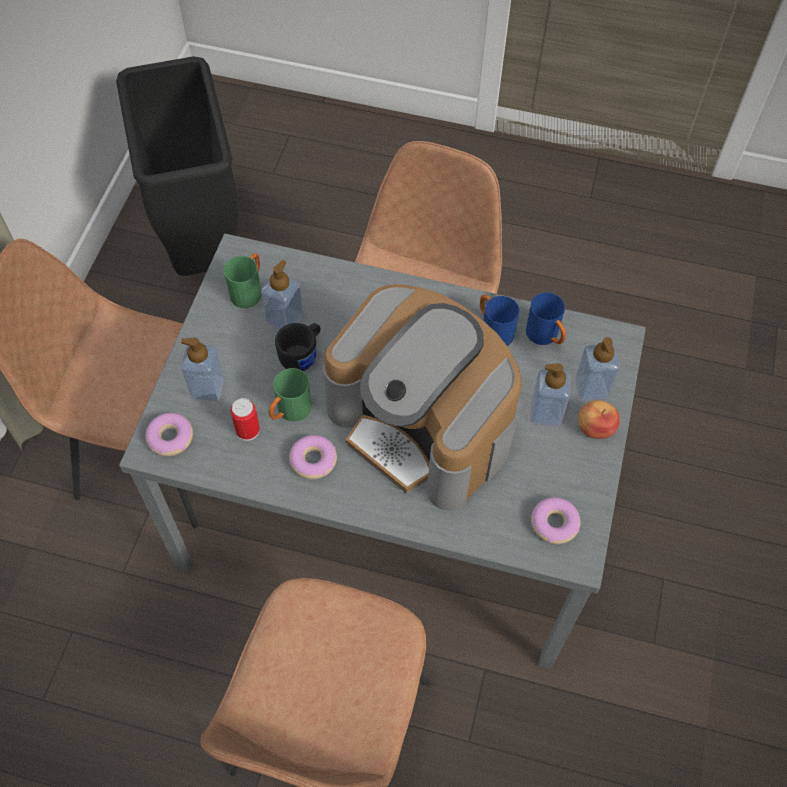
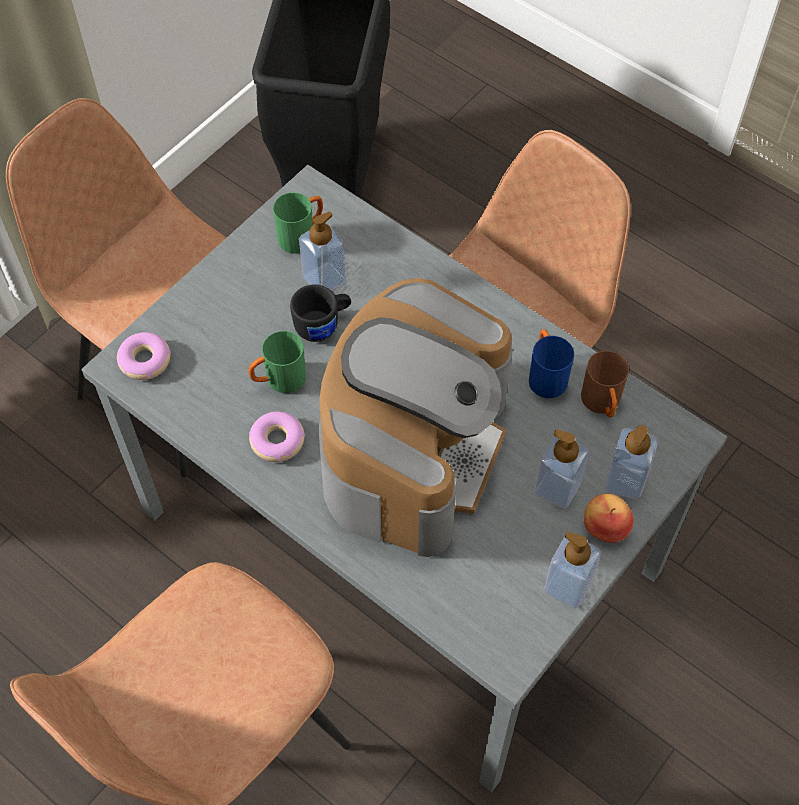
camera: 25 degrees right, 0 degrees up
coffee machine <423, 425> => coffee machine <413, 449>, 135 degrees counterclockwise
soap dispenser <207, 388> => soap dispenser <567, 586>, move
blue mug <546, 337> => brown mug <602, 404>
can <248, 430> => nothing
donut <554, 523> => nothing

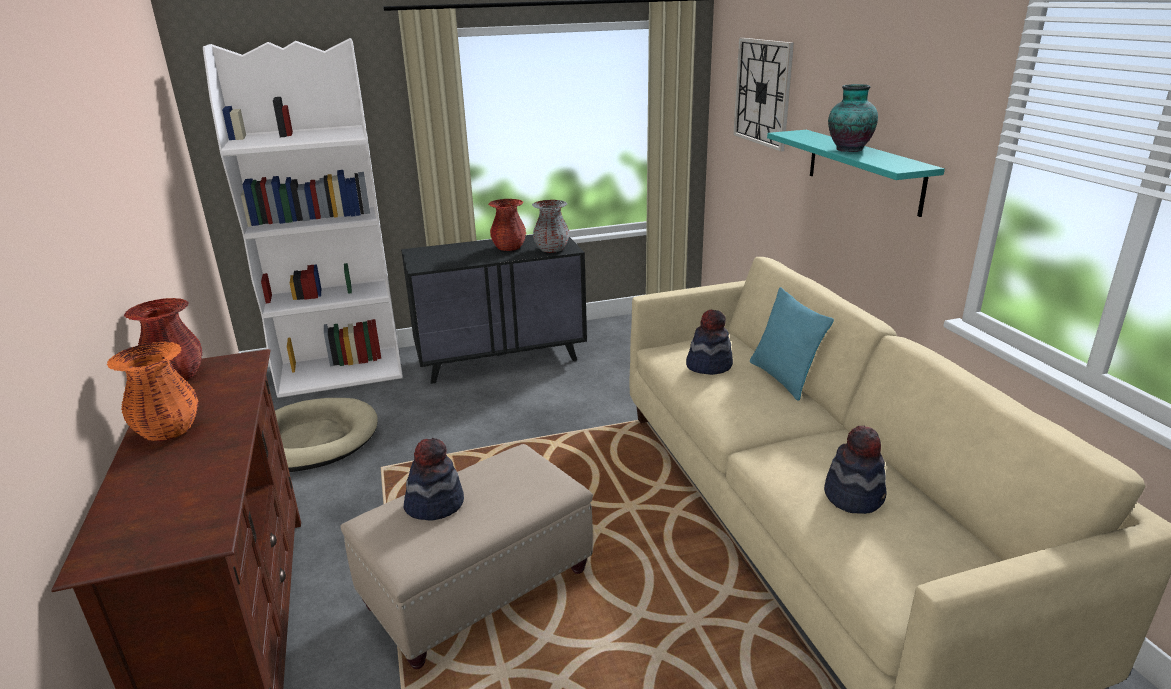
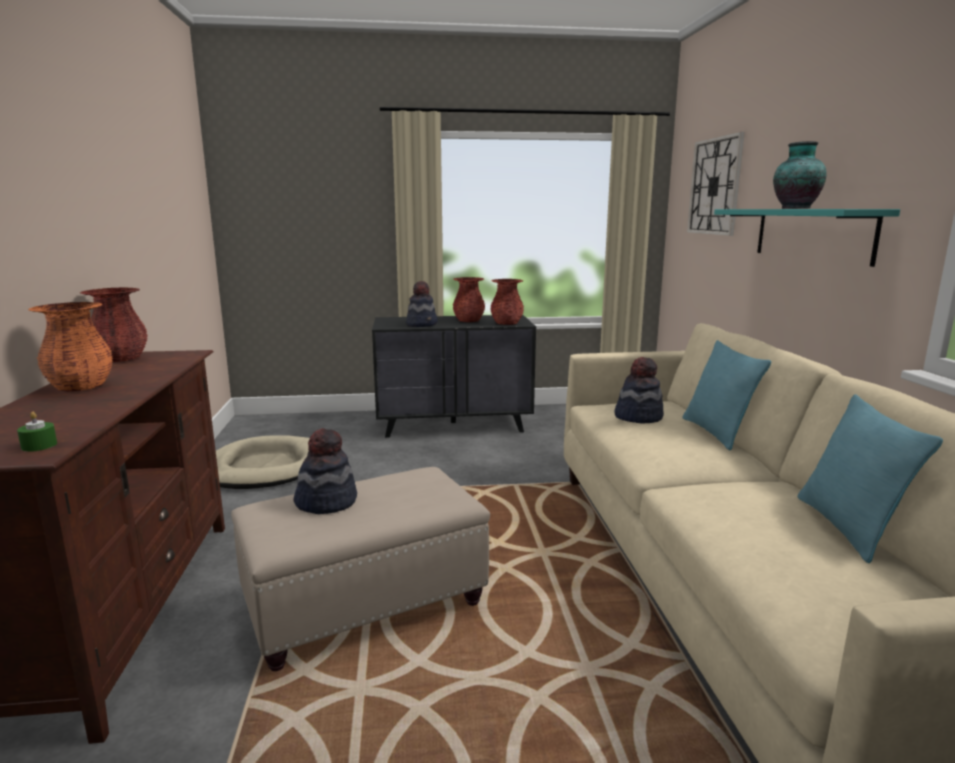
camera: 10 degrees right, 10 degrees down
nothing => green candle <39, 445>
hat <854, 496> => hat <422, 324>, move
grey vase <552, 249> => red vase <506, 323>
nothing => turquoise pillow <847, 528>
white bookcase <342, 372> => nothing

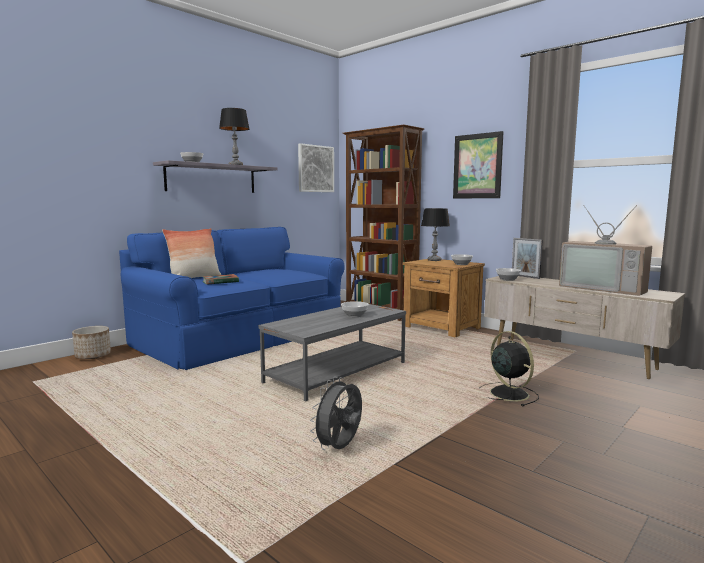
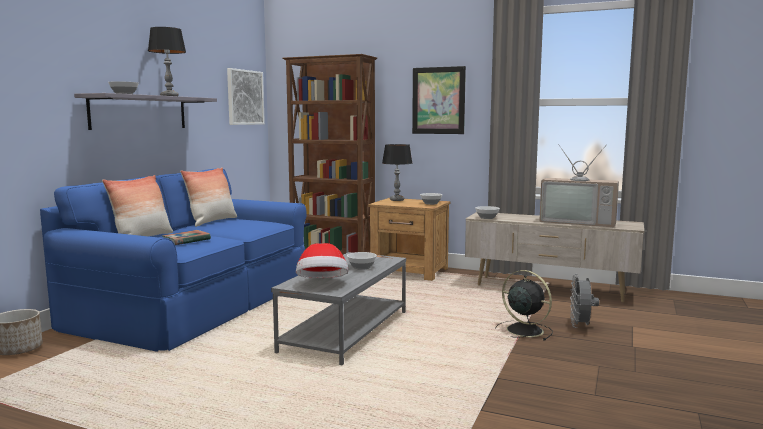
camera: 20 degrees left, 0 degrees up
nothing => pillow <212, 221>
nothing => hat <322, 283>
grey fan <340, 448> => grey fan <580, 326>, move
picture frame <525, 276> => nothing

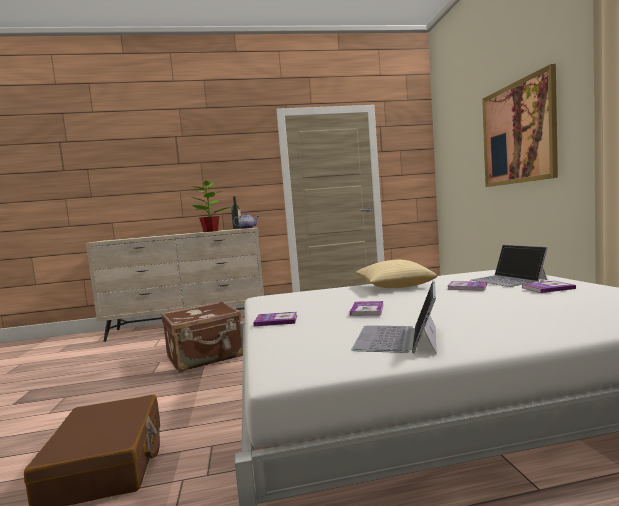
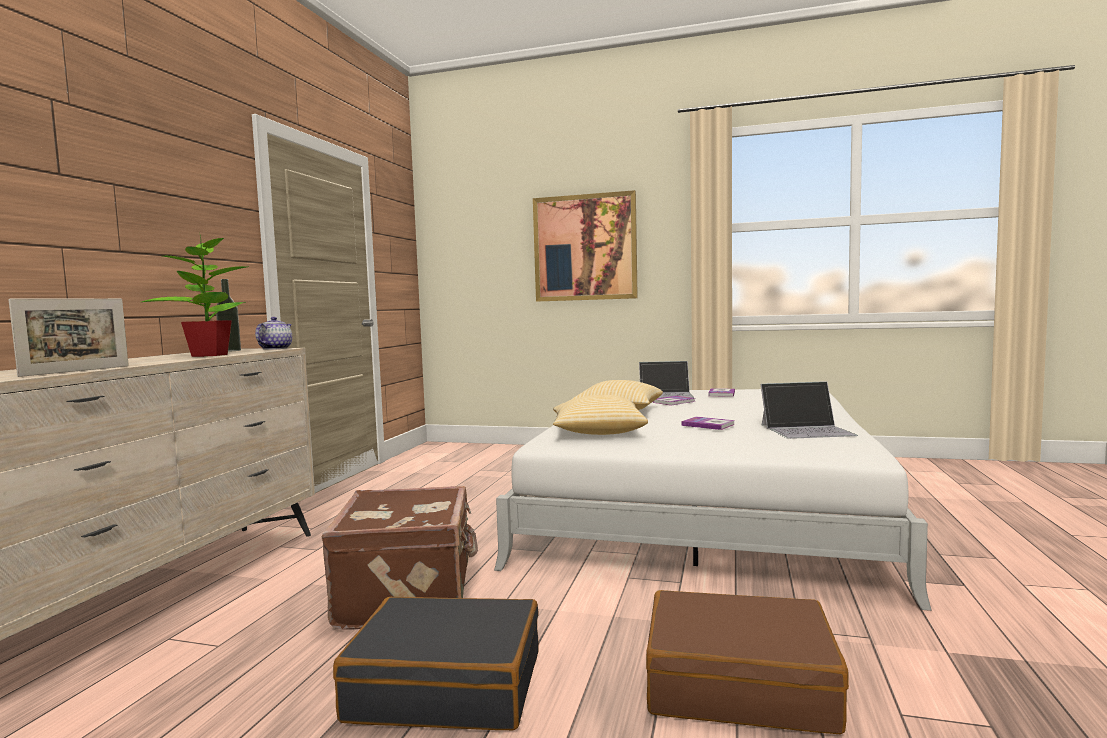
camera: 65 degrees left, 0 degrees up
nothing => picture frame <76, 371>
nothing => black suitcase <447, 685>
nothing => pillow <597, 433>
laptop <398, 338> => laptop <807, 430>, 45 degrees counterclockwise
book <276, 320> => nothing

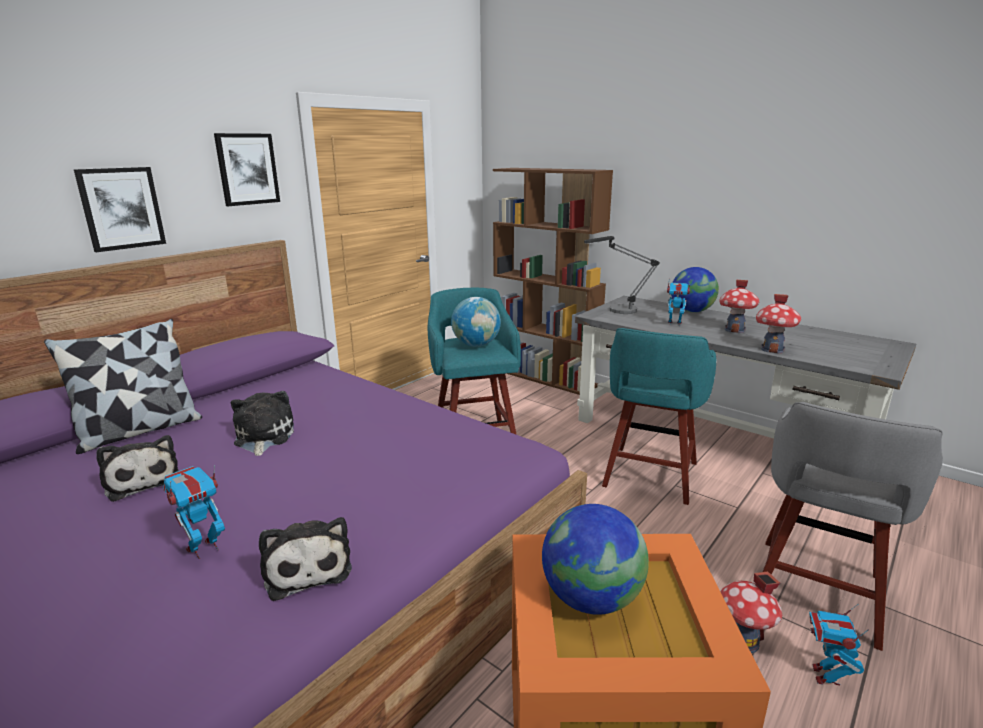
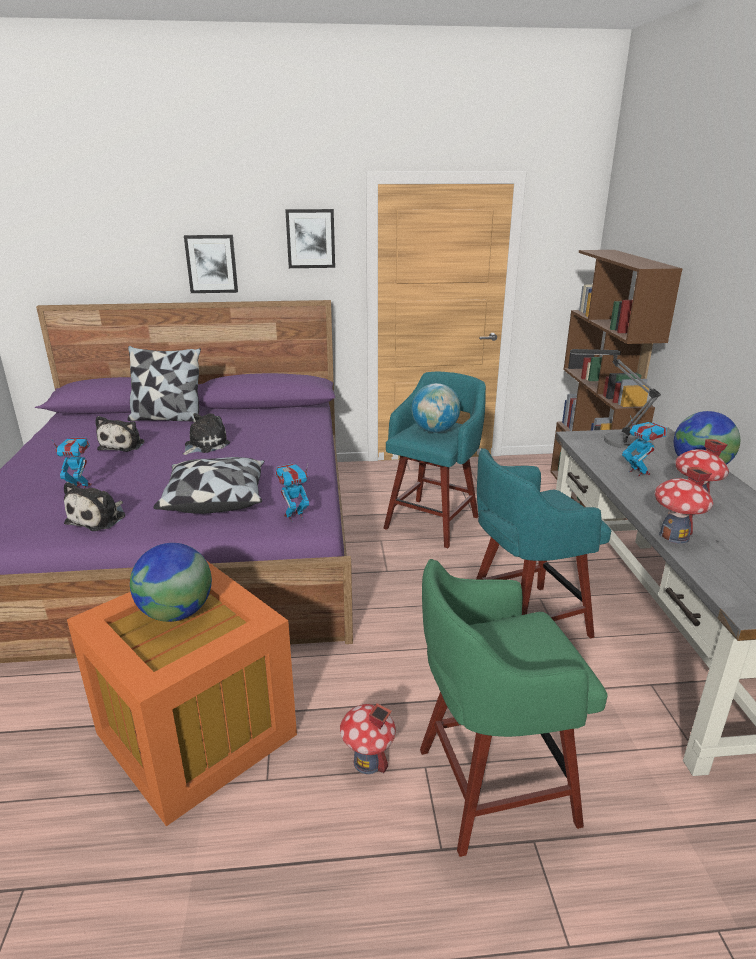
camera: 45 degrees right, 5 degrees up
nothing => pillow <215, 499>
toy robot <825, 676> => toy robot <294, 516>, move
grey stool <816, 593> => green stool <490, 787>

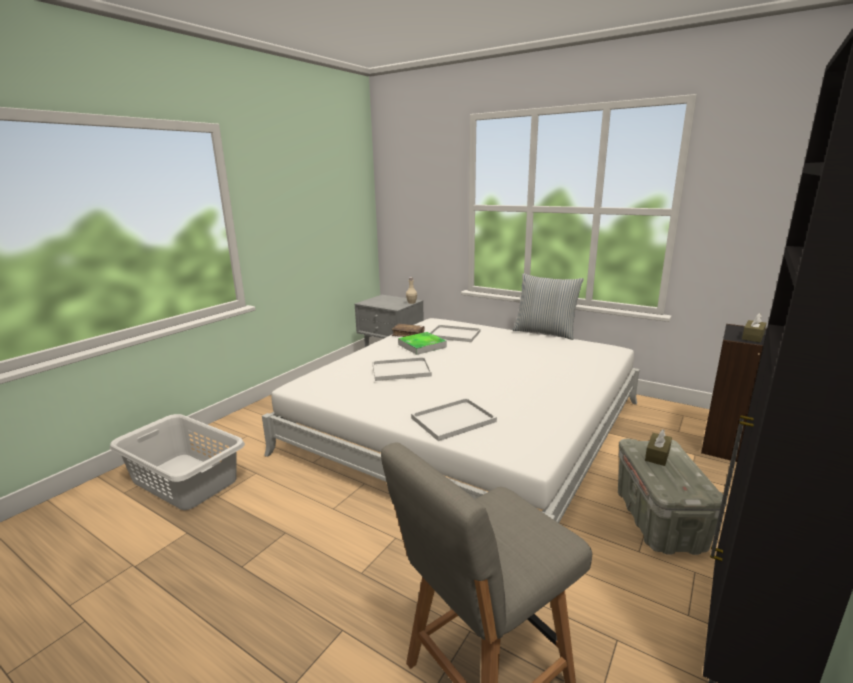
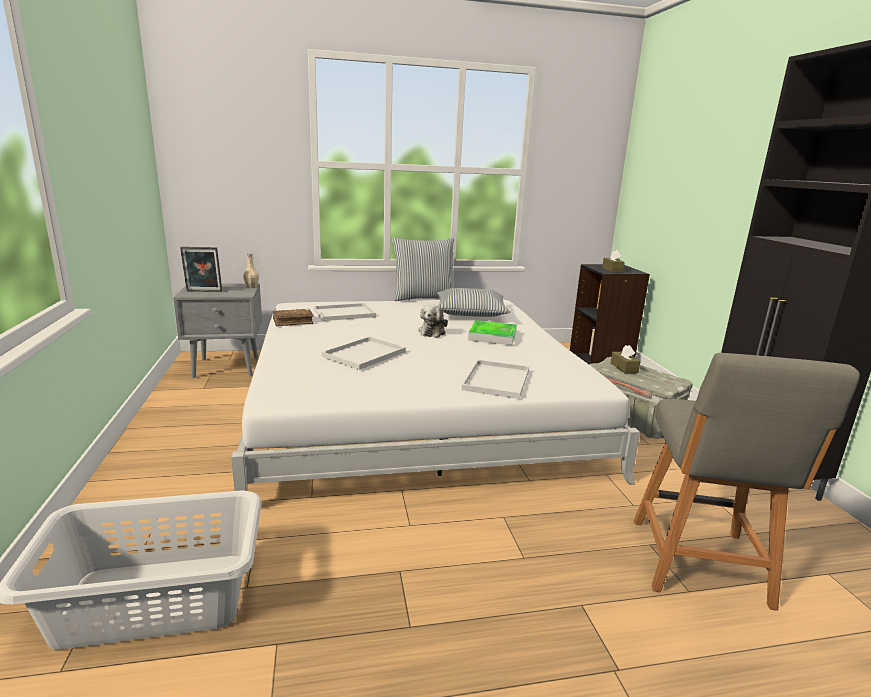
camera: 45 degrees left, 0 degrees up
nothing => picture frame <204, 291>
nothing => plush toy <432, 332>
nothing => pillow <470, 312>
tray <422, 346> => tray <492, 336>, move

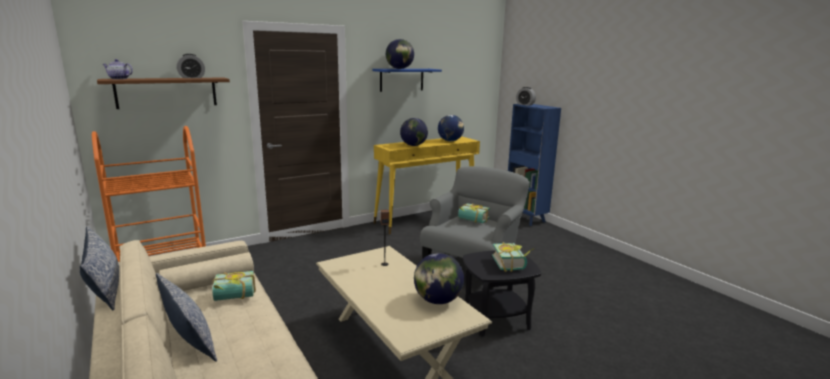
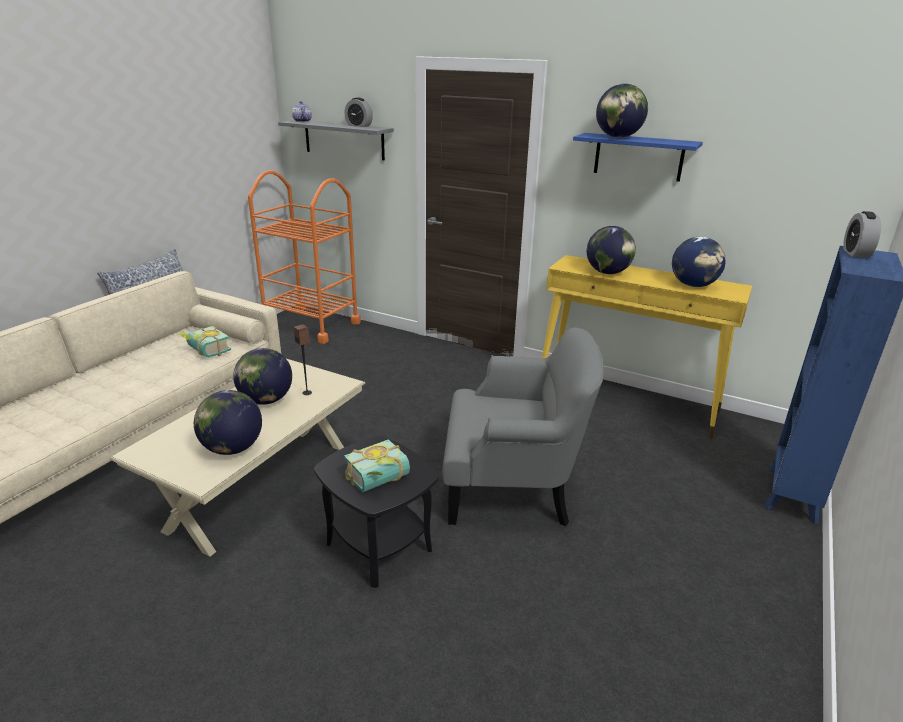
camera: 60 degrees right, 10 degrees up
nothing => globe <266, 400>
brown shelf <167, 92> => grey shelf <344, 139>
pillow <188, 336> => nothing
book <472, 221> => nothing

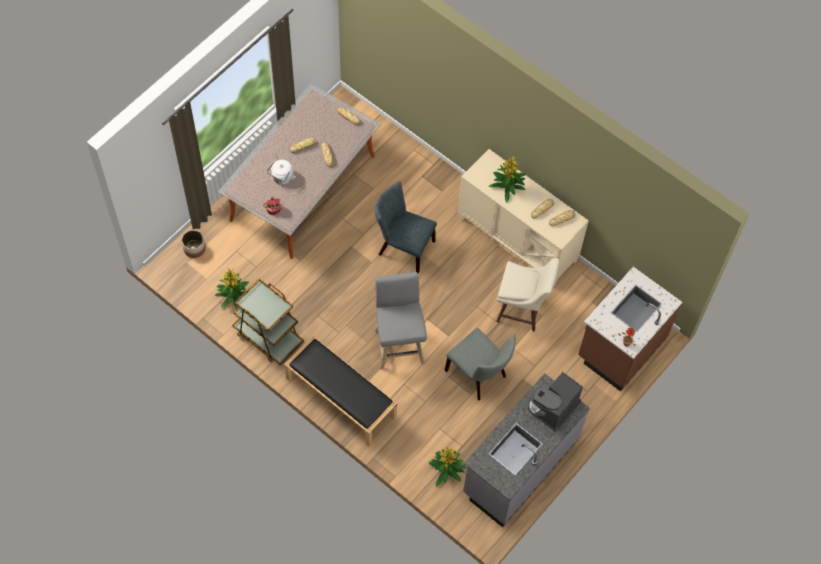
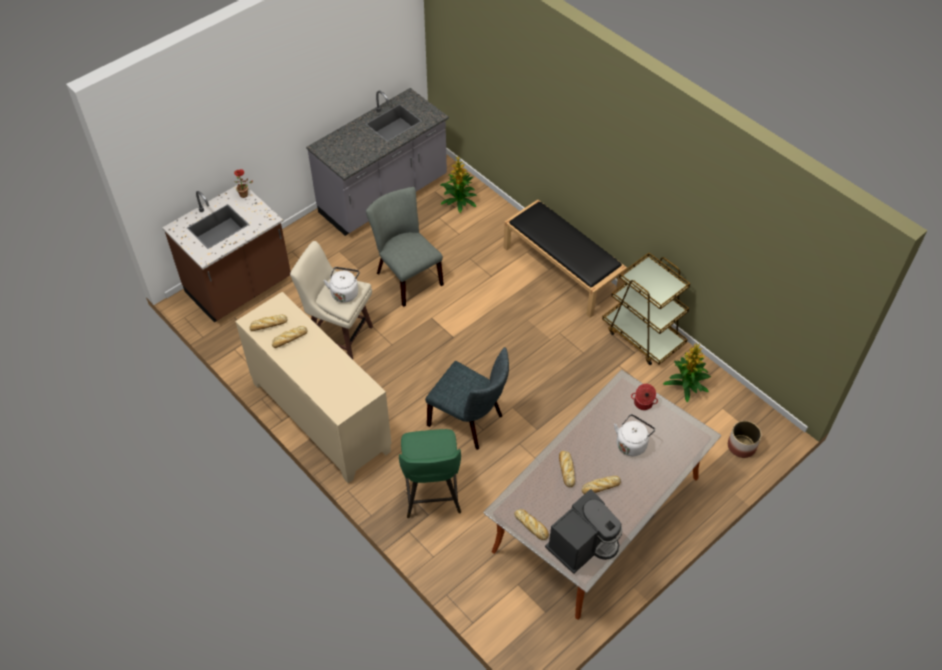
camera: 170 degrees left, 10 degrees down
nothing => white kettle <345, 292>
nothing => green stool <432, 494>
coffee machine <553, 408> => coffee machine <582, 544>, move
grey stool <399, 343> => nothing
potted plant <507, 186> => nothing

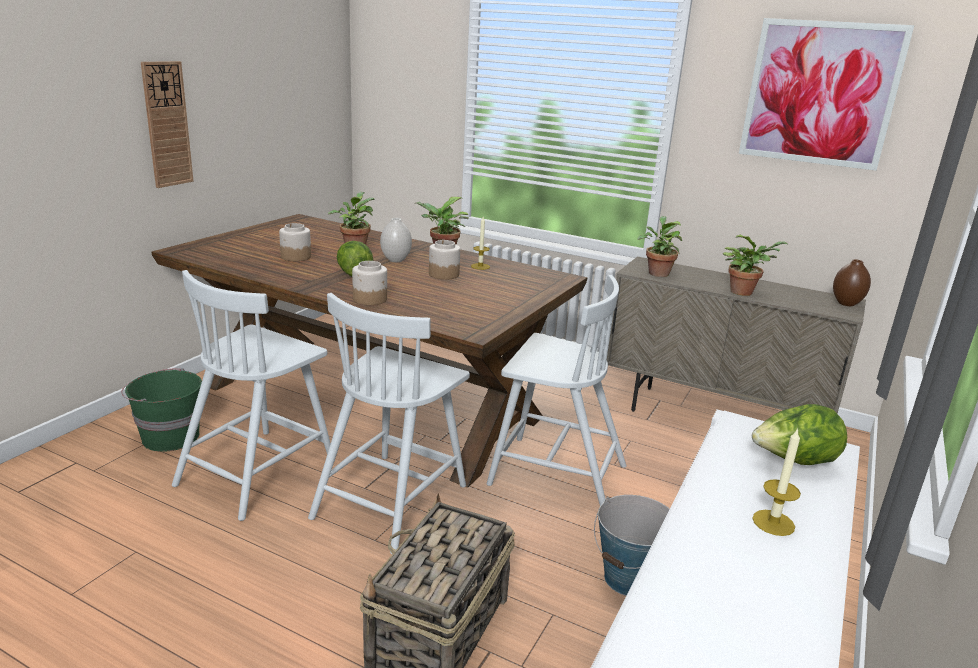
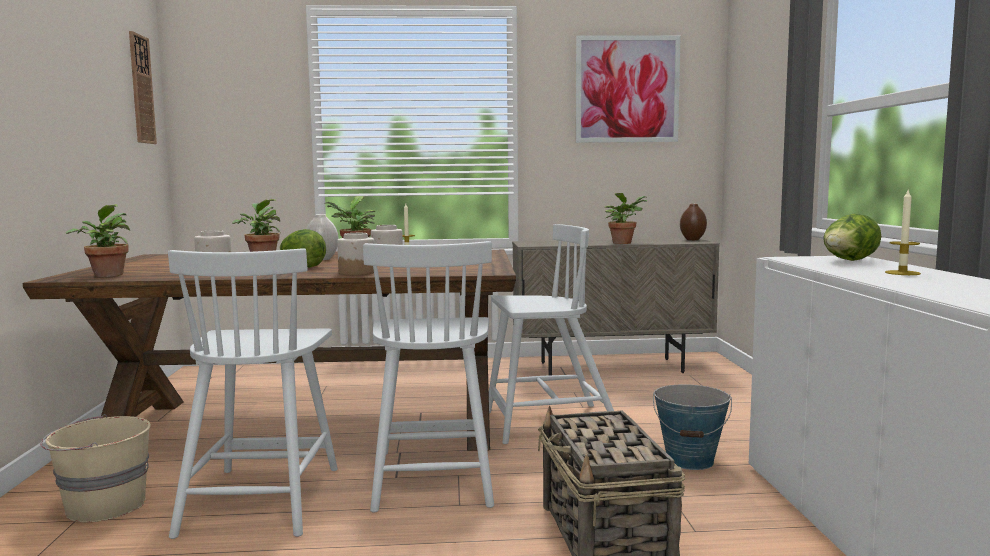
camera: 30 degrees left, 15 degrees down
green bucket <169, 437> => beige bucket <104, 506>
potted plant <657, 273> => potted plant <107, 275>, move
wall clock <167, 124> => wall clock <141, 89>, move

